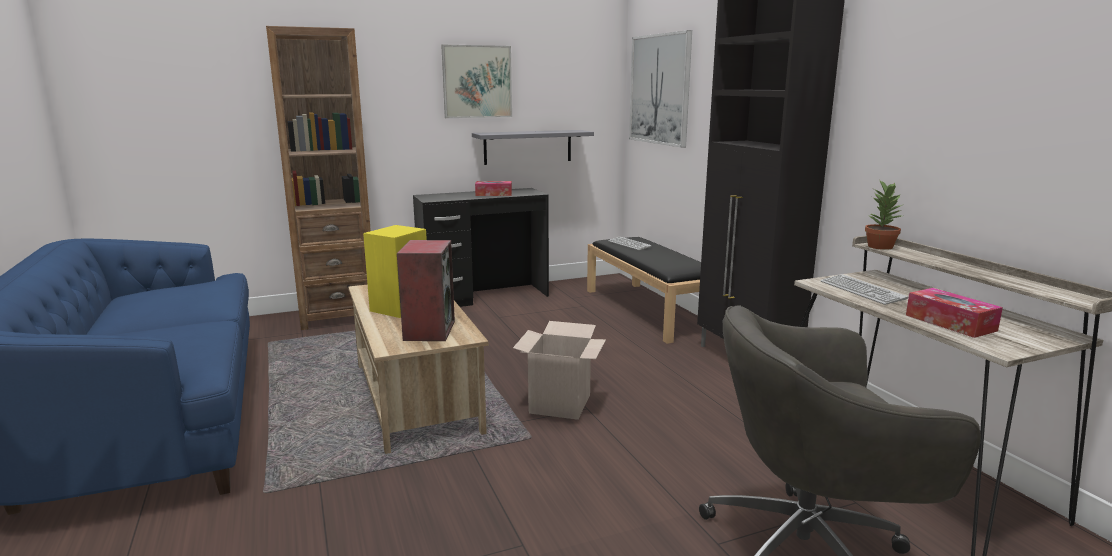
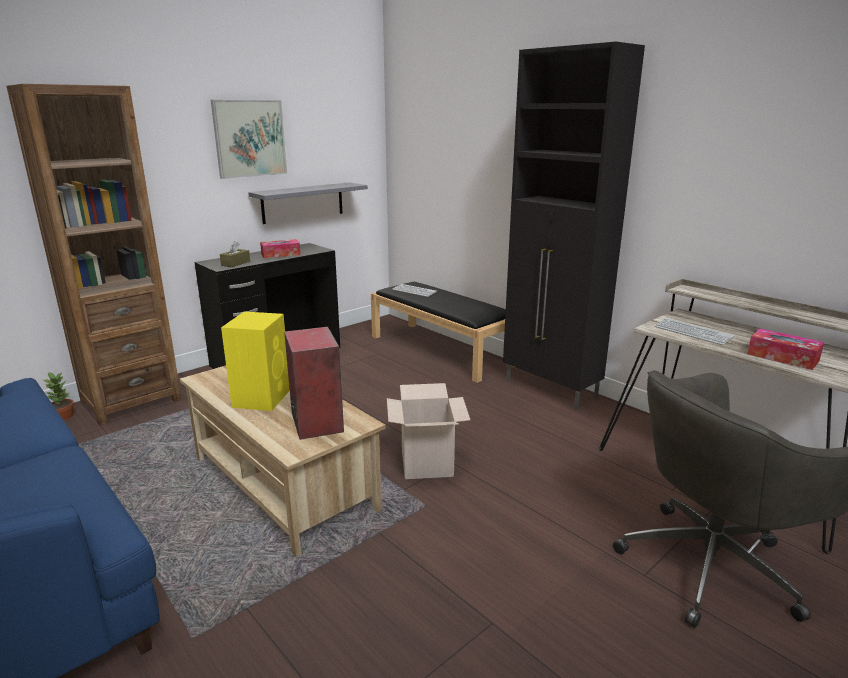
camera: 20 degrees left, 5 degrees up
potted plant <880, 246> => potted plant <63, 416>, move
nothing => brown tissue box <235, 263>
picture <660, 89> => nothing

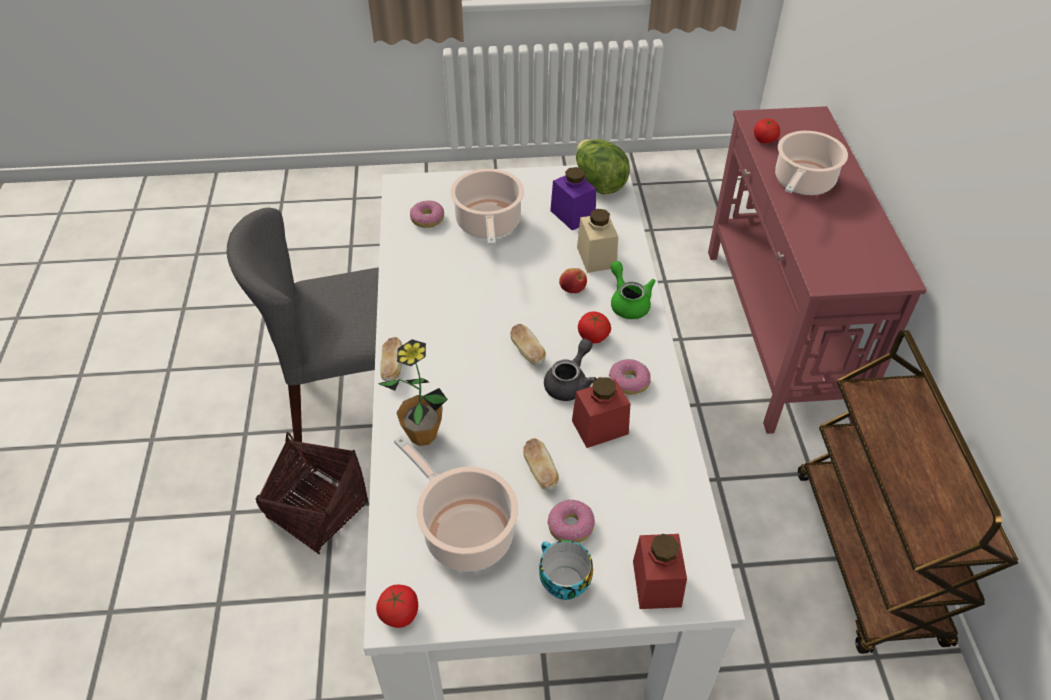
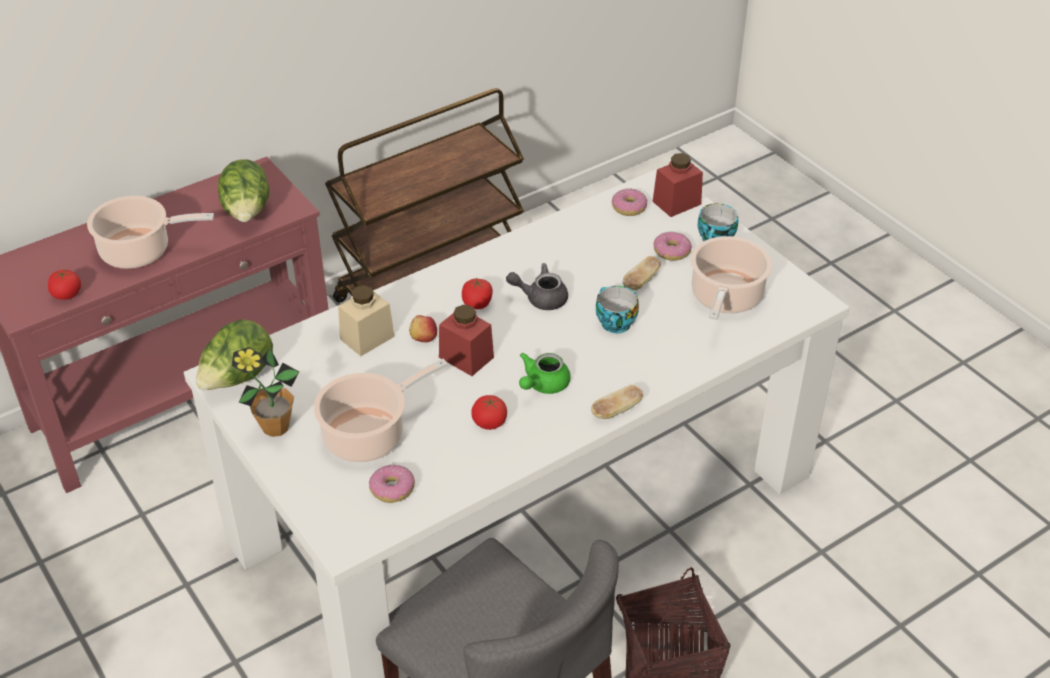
camera: 120 degrees left, 5 degrees down
nothing => lettuce <247, 213>
potted plant <423, 435> => potted plant <275, 427>, move
red jar <600, 427> => red jar <466, 357>, move
tomato <399, 613> => tomato <489, 422>, move
green teapot <628, 302> => green teapot <543, 385>, move
nothing => cup <613, 322>
donut <628, 382> => donut <629, 208>, move
bread <527, 352> => nothing
purple jar <572, 215> => nothing

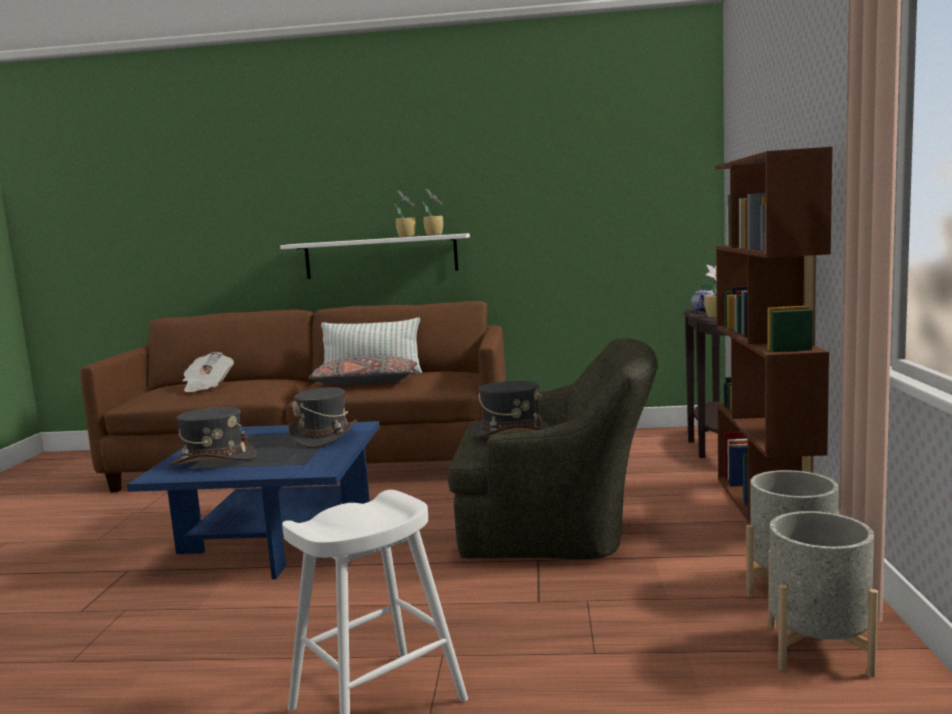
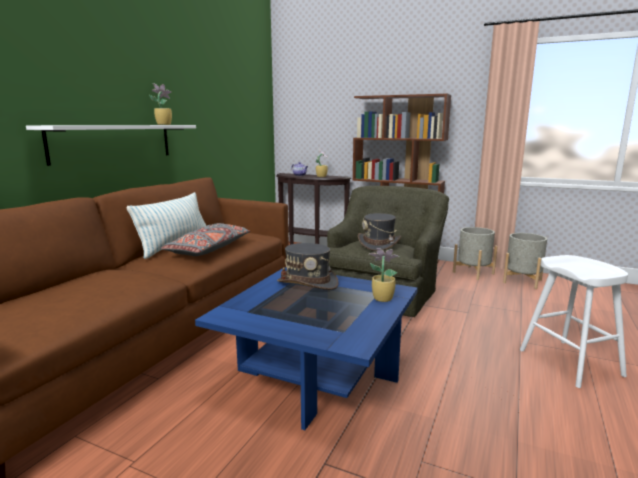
camera: 70 degrees left, 5 degrees up
potted plant <406, 237> => potted plant <381, 298>, move
grey hat <214, 460> => nothing
newspaper <207, 386> => nothing

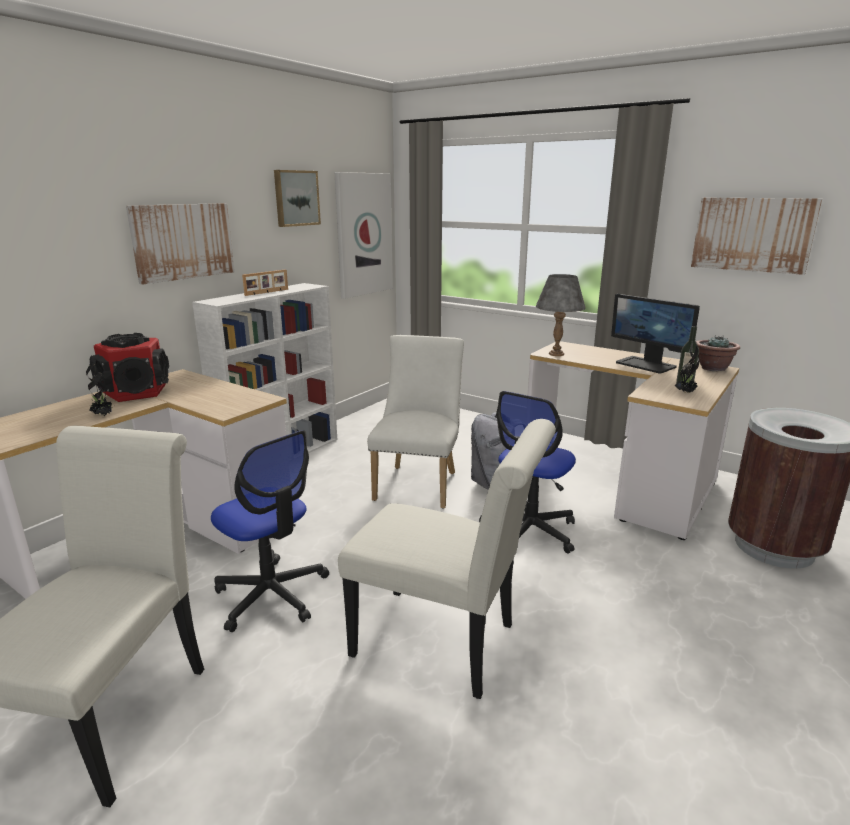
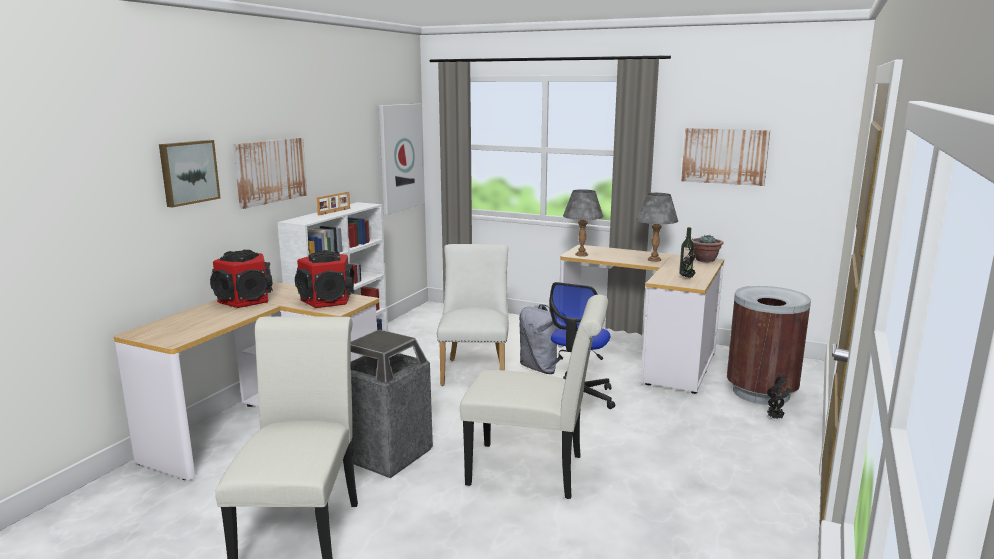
camera: 10 degrees left, 5 degrees down
picture <296, 198> => picture <188, 172>, move
nothing => speaker <327, 300>
office chair <272, 594> => trash can <387, 455>
monitor <646, 365> => grey table lamp <654, 260>
potted plant <103, 415> => potted plant <775, 418>, move

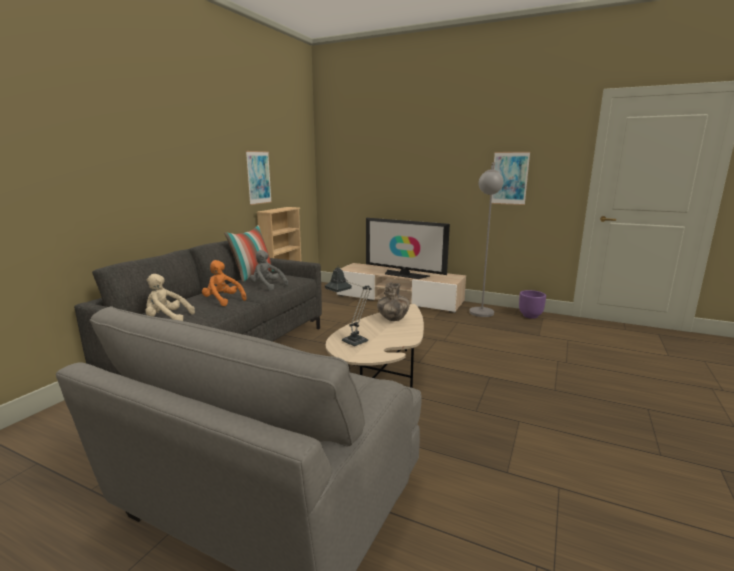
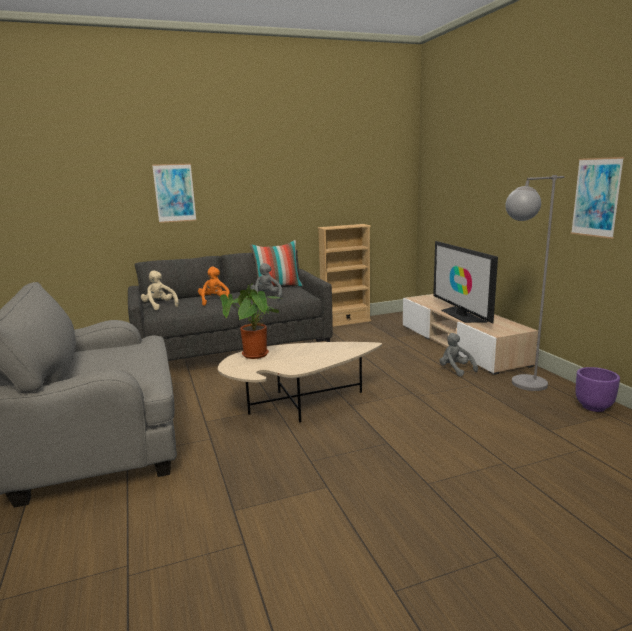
camera: 45 degrees right, 0 degrees up
picture <258, 177> => picture <174, 193>, move
table lamp <350, 340> => potted plant <256, 356>
nothing => grey plush toy <455, 369>
vase <393, 319> => nothing

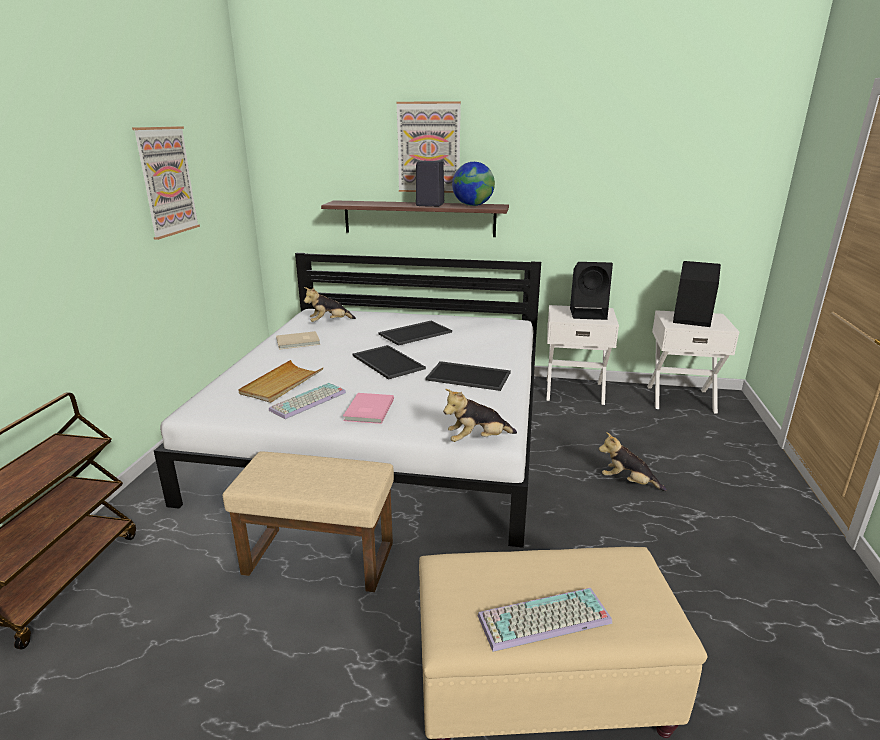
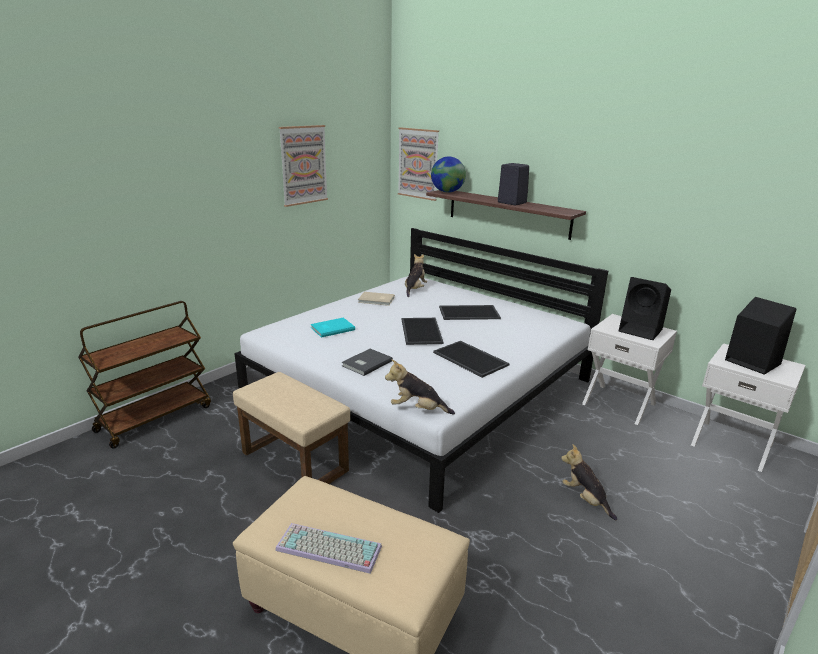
camera: 30 degrees right, 0 degrees up
beige tray <281, 384> => turquoise book <331, 328>
pink book <367, 410> => grey book <365, 363>
picture <429, 148> => picture <418, 163>, move
plush toy <329, 322> => plush toy <415, 289>, 105 degrees clockwise
globe <472, 205> => globe <447, 192>, move
keyboard <308, 402> => nothing

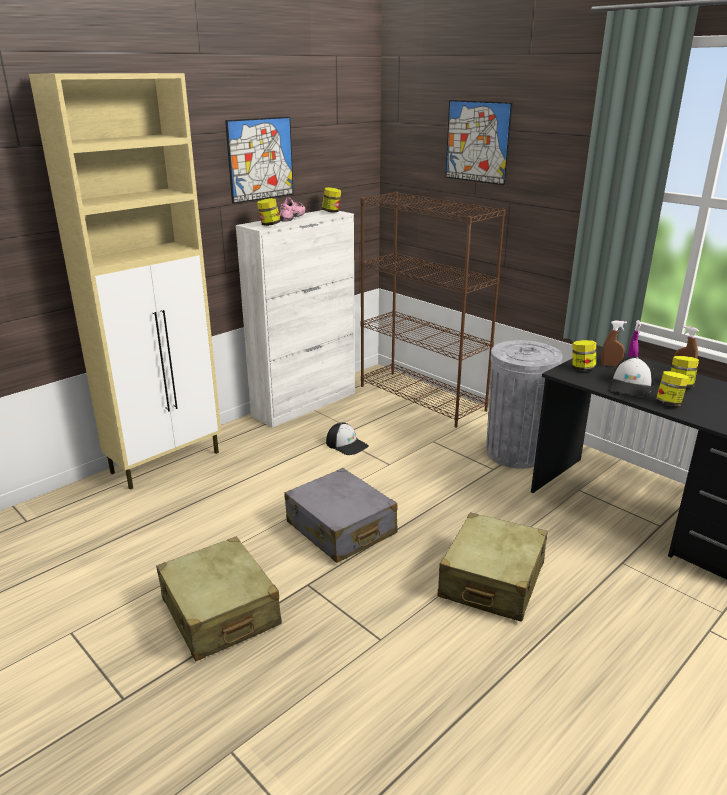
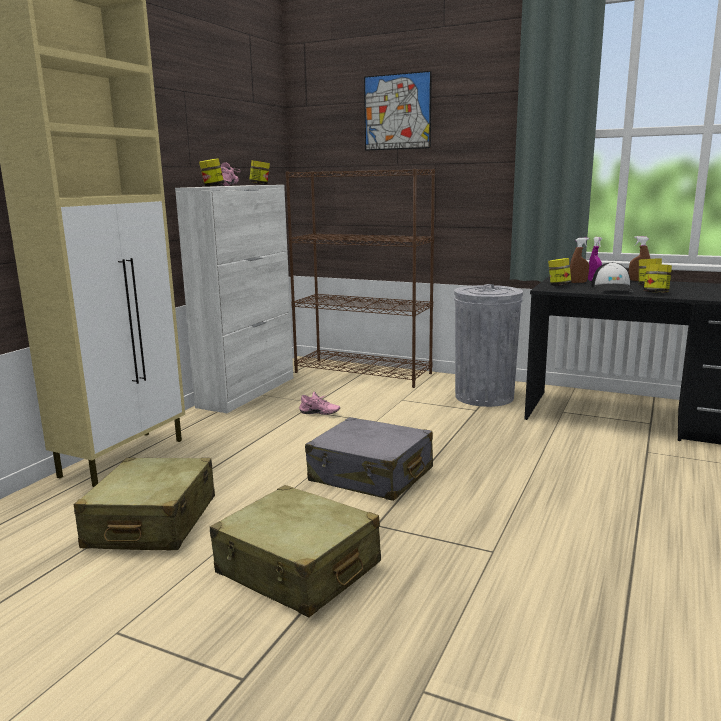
camera: 20 degrees left, 10 degrees down
beige suitcase <491, 580> => beige suitcase <152, 523>, move
cap <347, 444> => pink shoe <319, 414>
picture <260, 159> => nothing

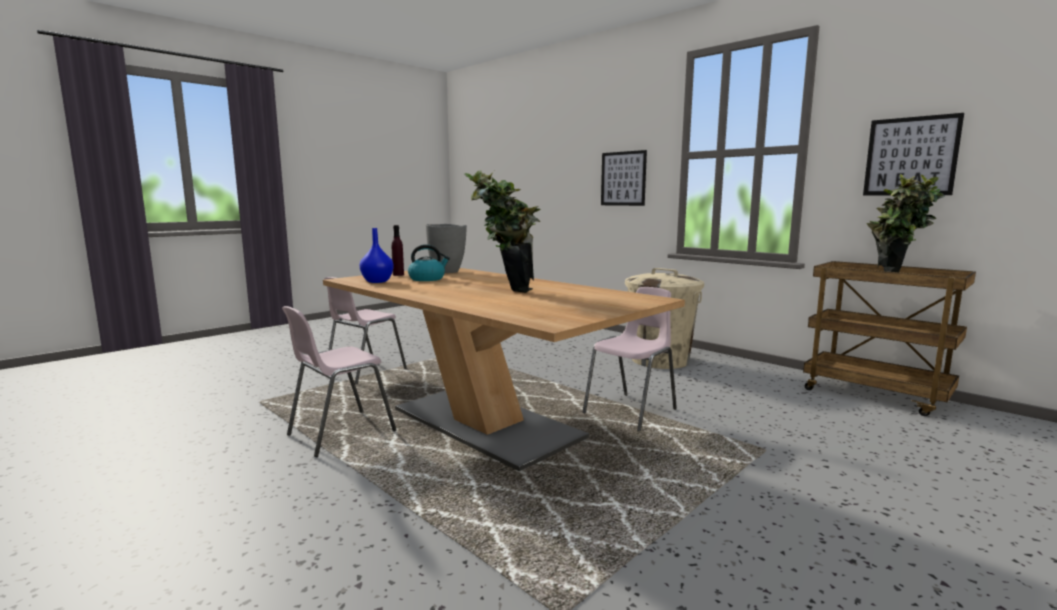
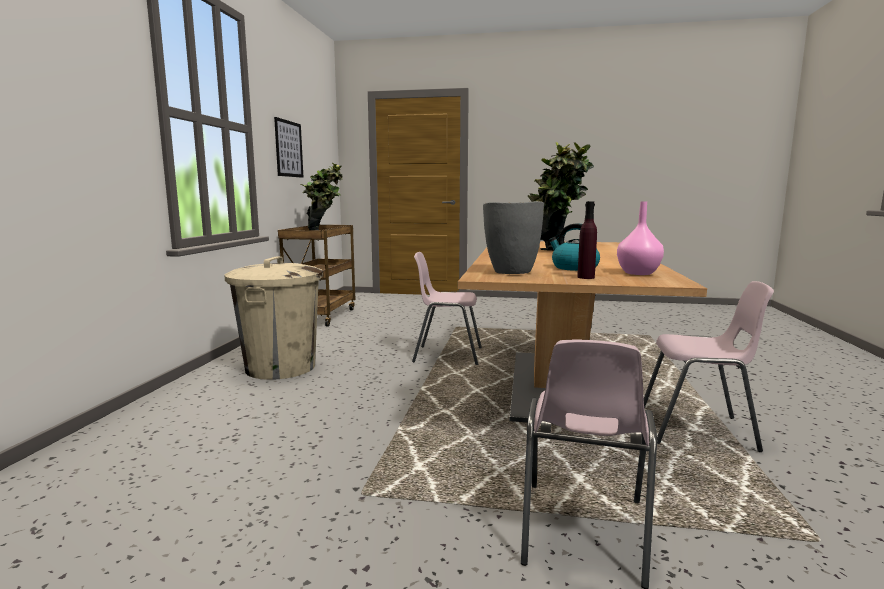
camera: 125 degrees left, 0 degrees up
pink chair <364, 372> => pink chair <582, 532>, 105 degrees clockwise
blue vase <376, 281> => pink vase <639, 273>
picture <623, 178> => nothing

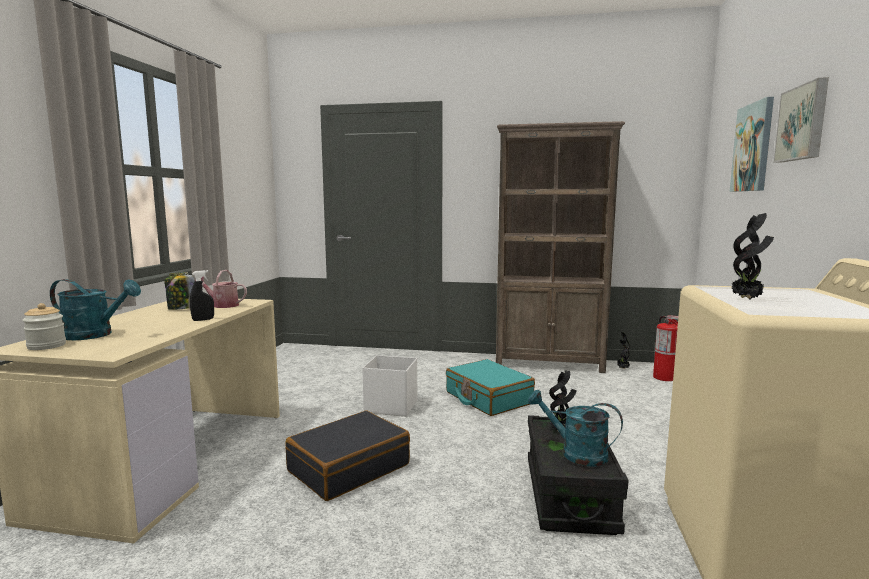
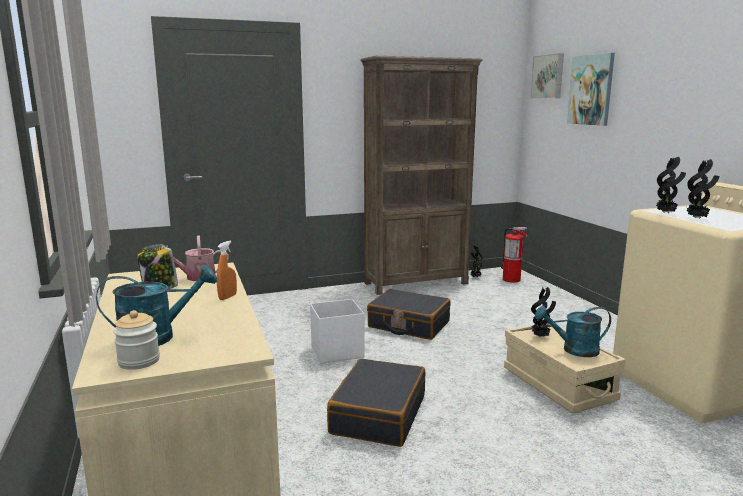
camera: 30 degrees left, 5 degrees up
black spray bottle <203, 320> => orange spray bottle <227, 297>
turquoise suitcase <488, 398> => black suitcase <408, 325>
black storage box <569, 495> => beige storage box <558, 384>
picture <803, 123> => picture <548, 76>, move
nothing => potted plant <666, 213>

